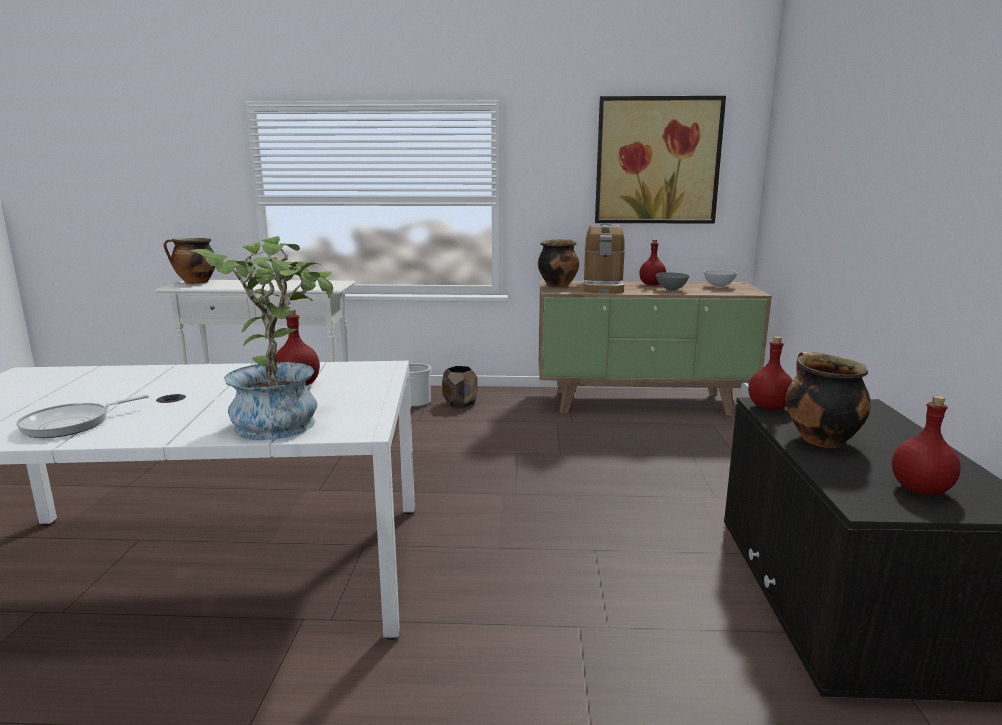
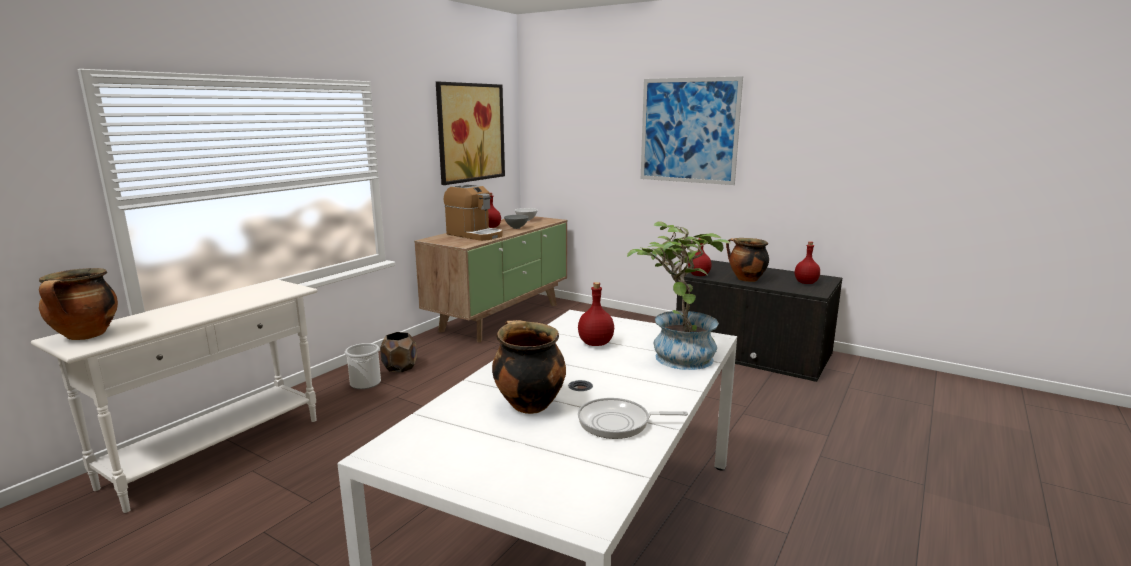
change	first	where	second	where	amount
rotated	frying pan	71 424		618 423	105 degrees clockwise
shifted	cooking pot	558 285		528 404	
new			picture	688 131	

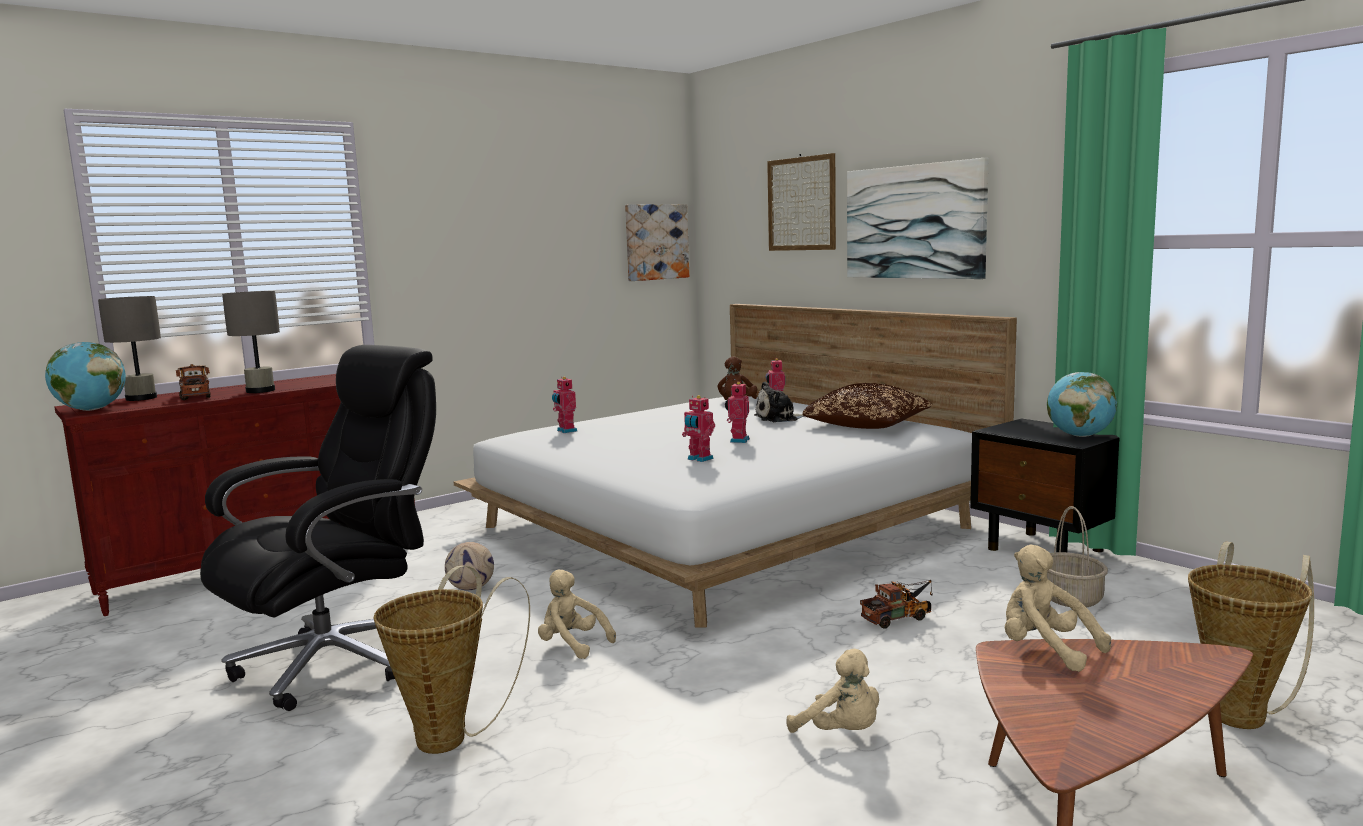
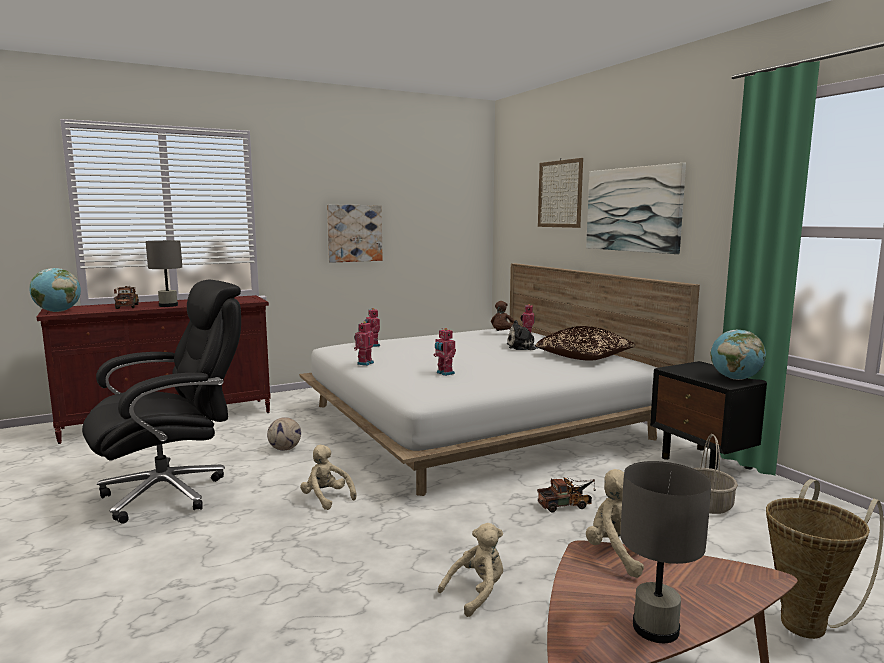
change	first	where	second	where	amount
shifted	table lamp (grey)	140 398		655 629	
gone	basket	451 736			
shifted	picture	656 242		354 233	
shifted	toy robot	738 440		364 363	
rotated	plush toy (beige)	841 733		477 593	90 degrees counterclockwise

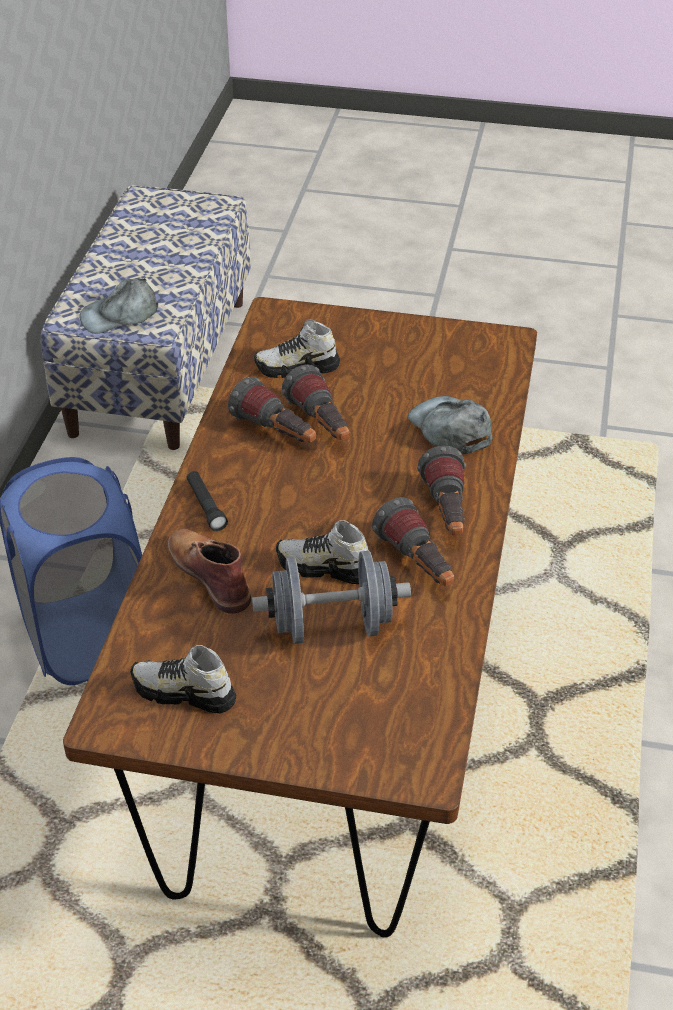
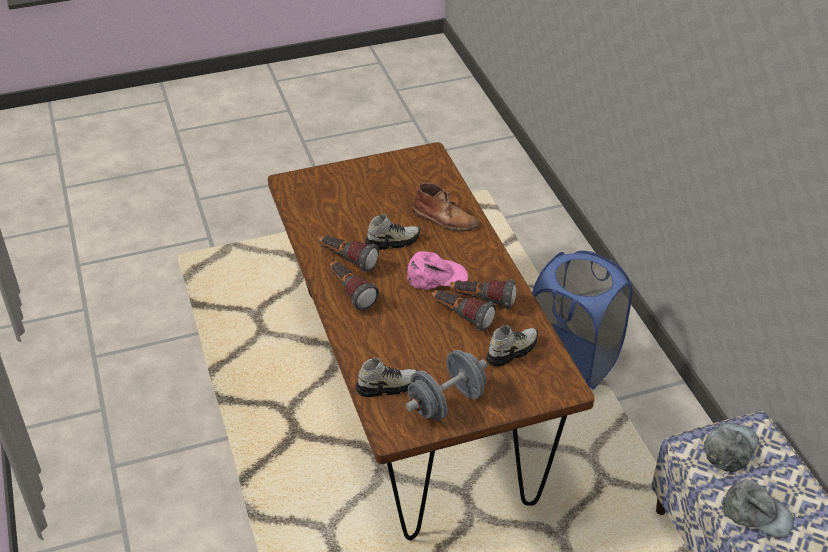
change	first	where	second	where	amount
shifted	shoe	184 693		387 386	
gone	flashlight (black)	206 506			
shifted	dumbbell (grey)	331 626		446 402	
shifted	cap (grey)	450 428		756 513	
new			cap (pink)	436 276	

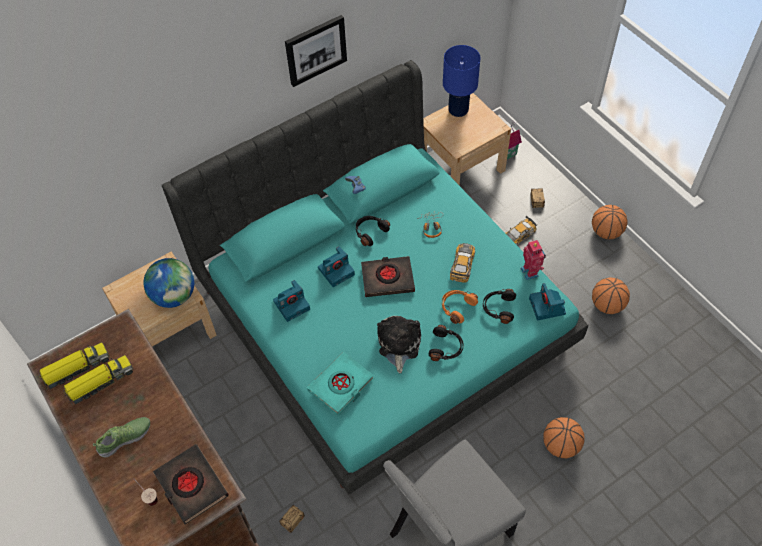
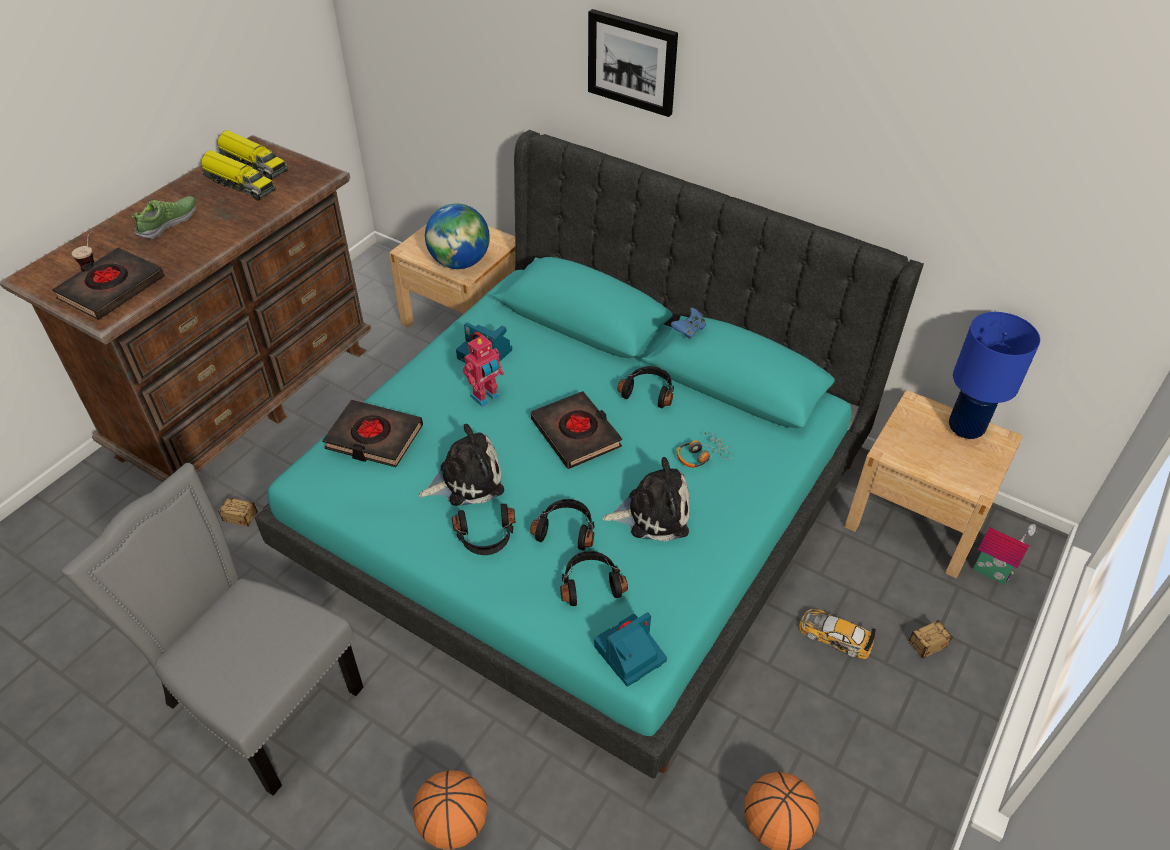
change	first	where	second	where	amount
rotated	shoe	125 438		169 223	90 degrees counterclockwise
shifted	picture	315 50		632 62	
repainted	book (turquoise)	341 385	book (black)	374 438	
gone	photo camera	336 270			
repainted	headphones (orange)	457 307	headphones (black)	566 530	
swapped	toy car	462 264	plush toy	653 513	
shifted	toy robot	530 272		486 397	
gone	basketball	606 232			

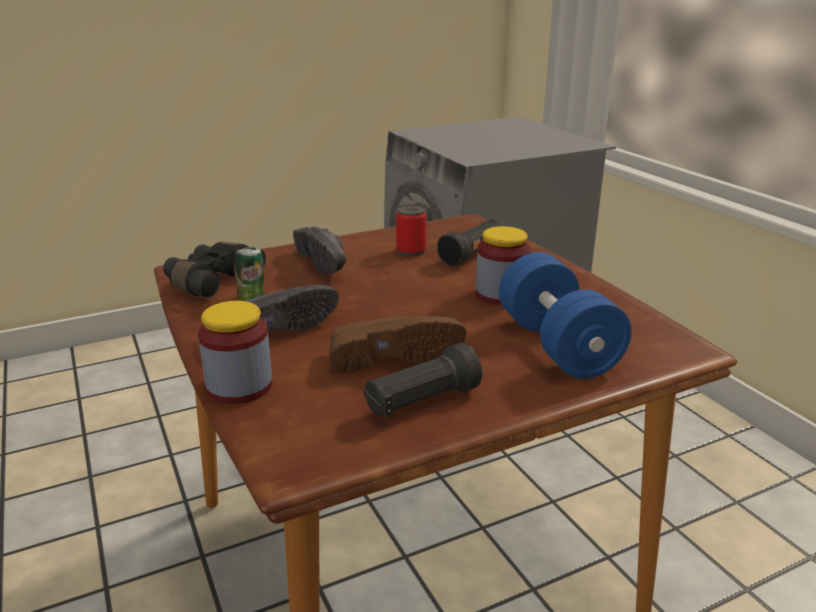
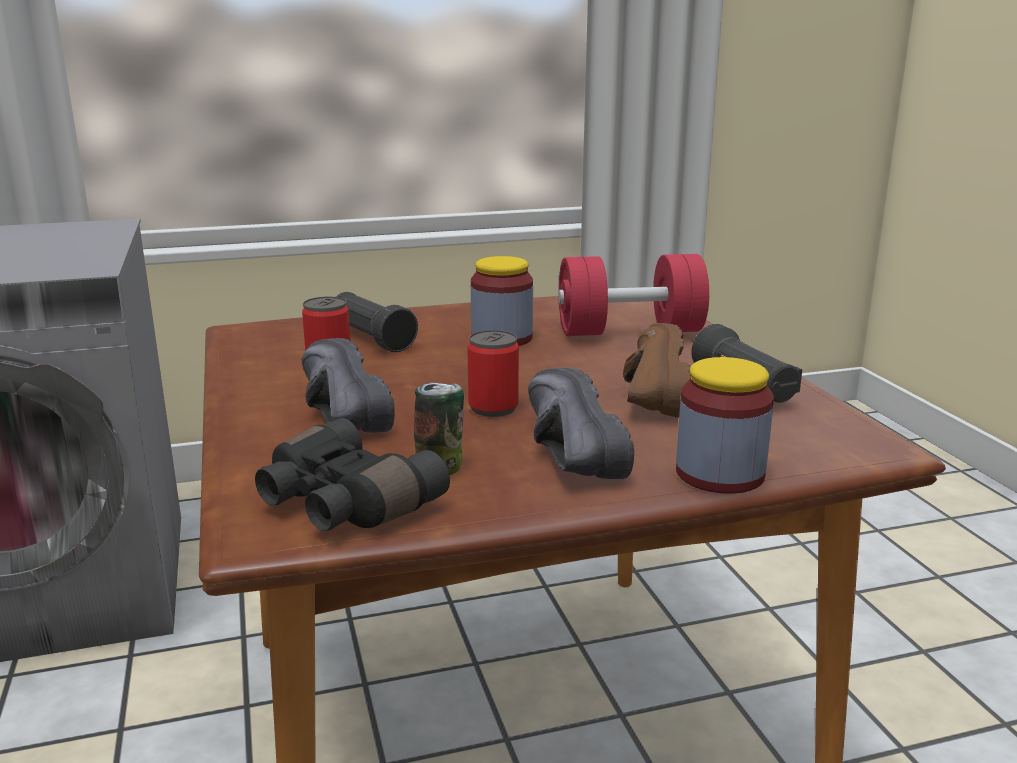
change	first	where	second	where	amount
rotated	shoe (black)	328 263		333 415	105 degrees counterclockwise
repainted	dumbbell (blue)	557 345	dumbbell (red)	629 332	
new			can	493 408	

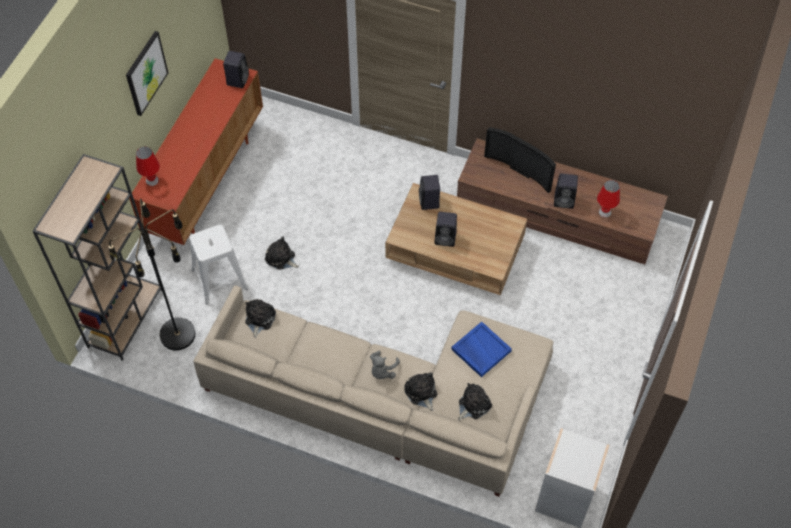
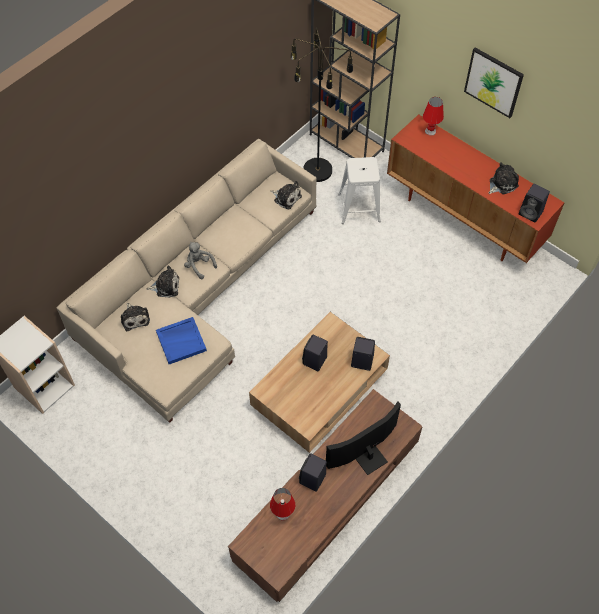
change	first	where	second	where	amount
shifted	plush toy	281 258		502 184	

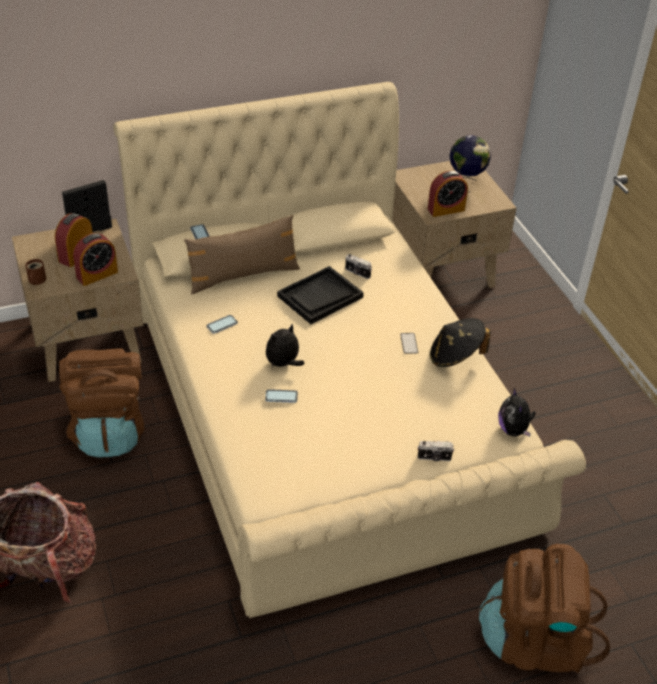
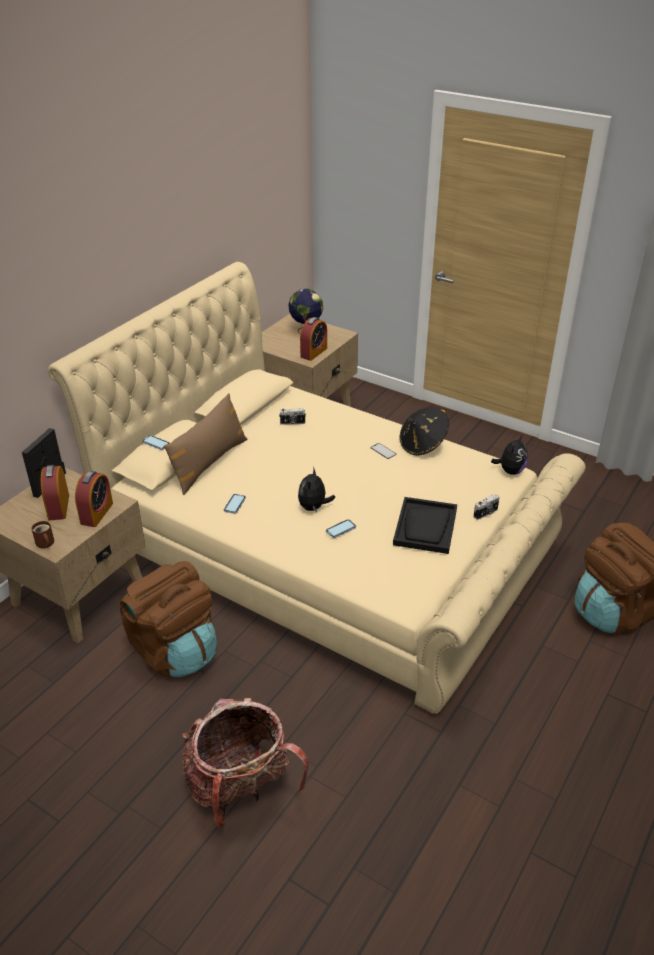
change	first	where	second	where	amount
shifted	tray (black)	320 297		425 527	
rotated	plush toy	513 430		510 471	105 degrees counterclockwise

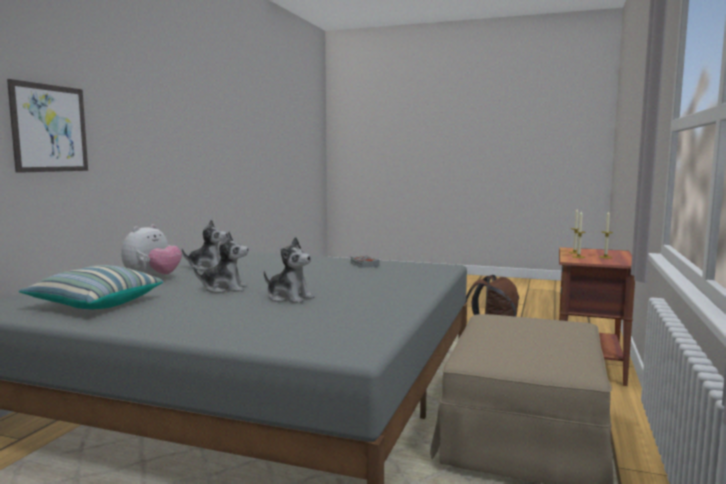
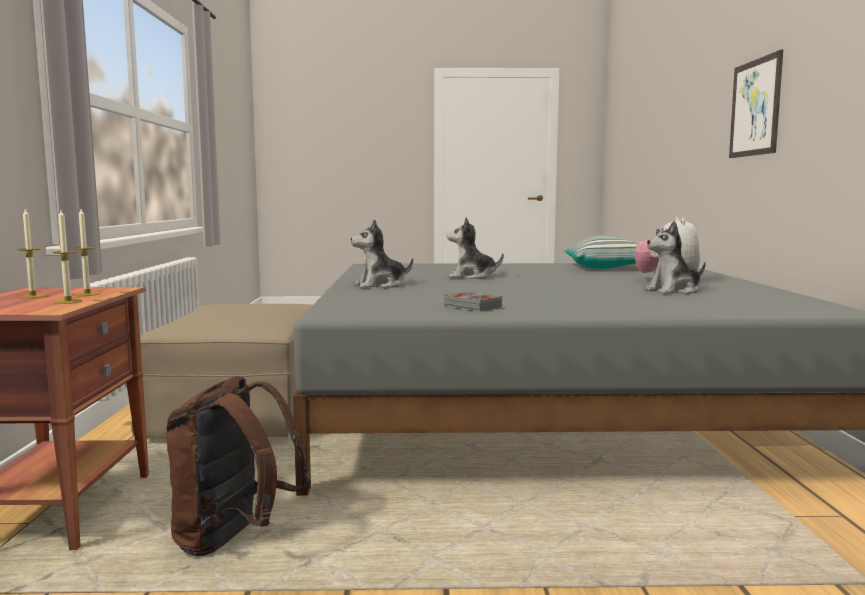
change	first	where	second	where	amount
shifted	plush toy	224 289		380 285	

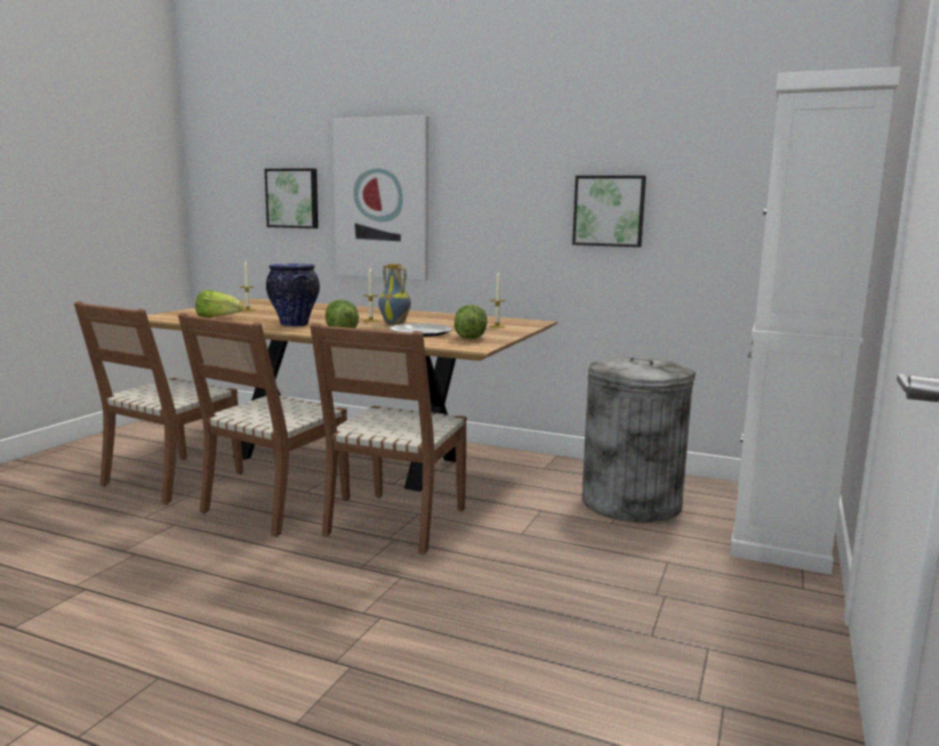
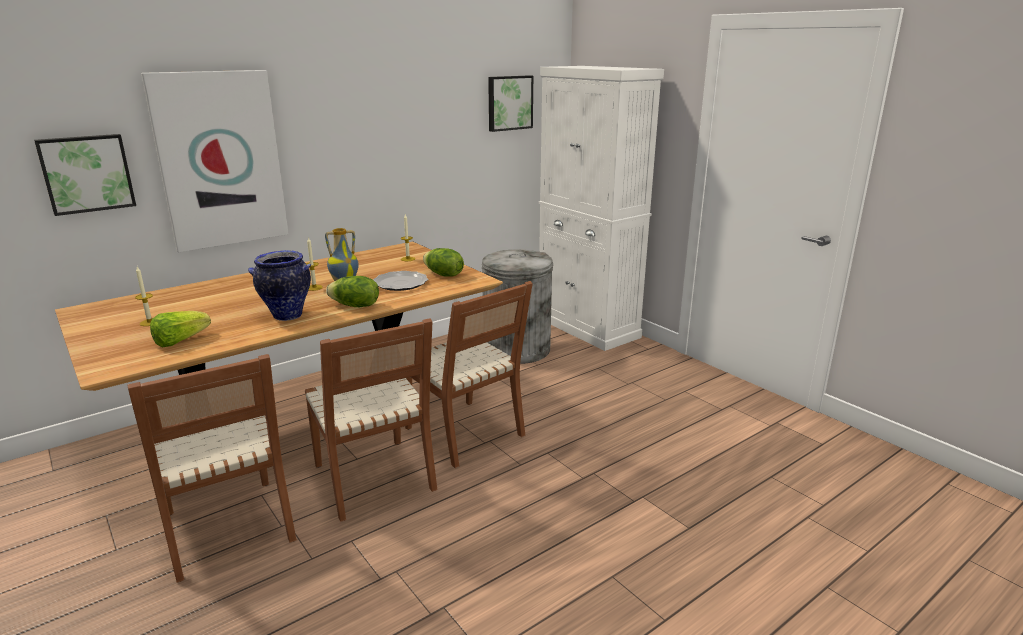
change	first	where	second	where	amount
shifted	picture	609 211		509 103	

